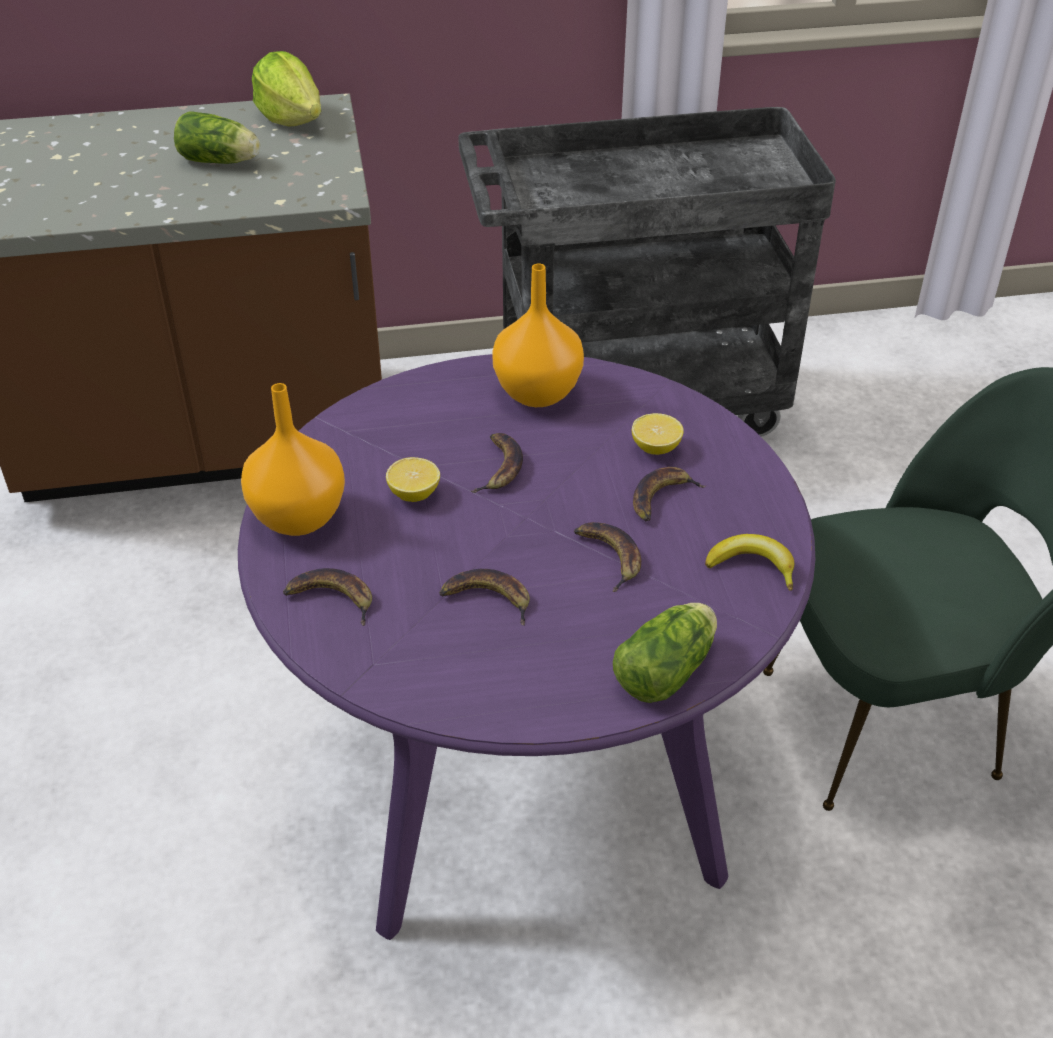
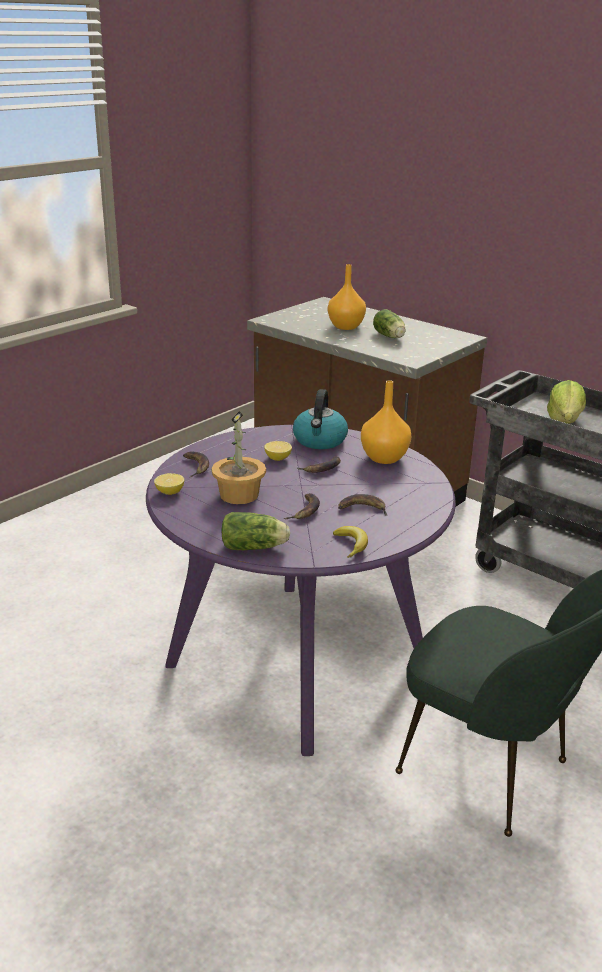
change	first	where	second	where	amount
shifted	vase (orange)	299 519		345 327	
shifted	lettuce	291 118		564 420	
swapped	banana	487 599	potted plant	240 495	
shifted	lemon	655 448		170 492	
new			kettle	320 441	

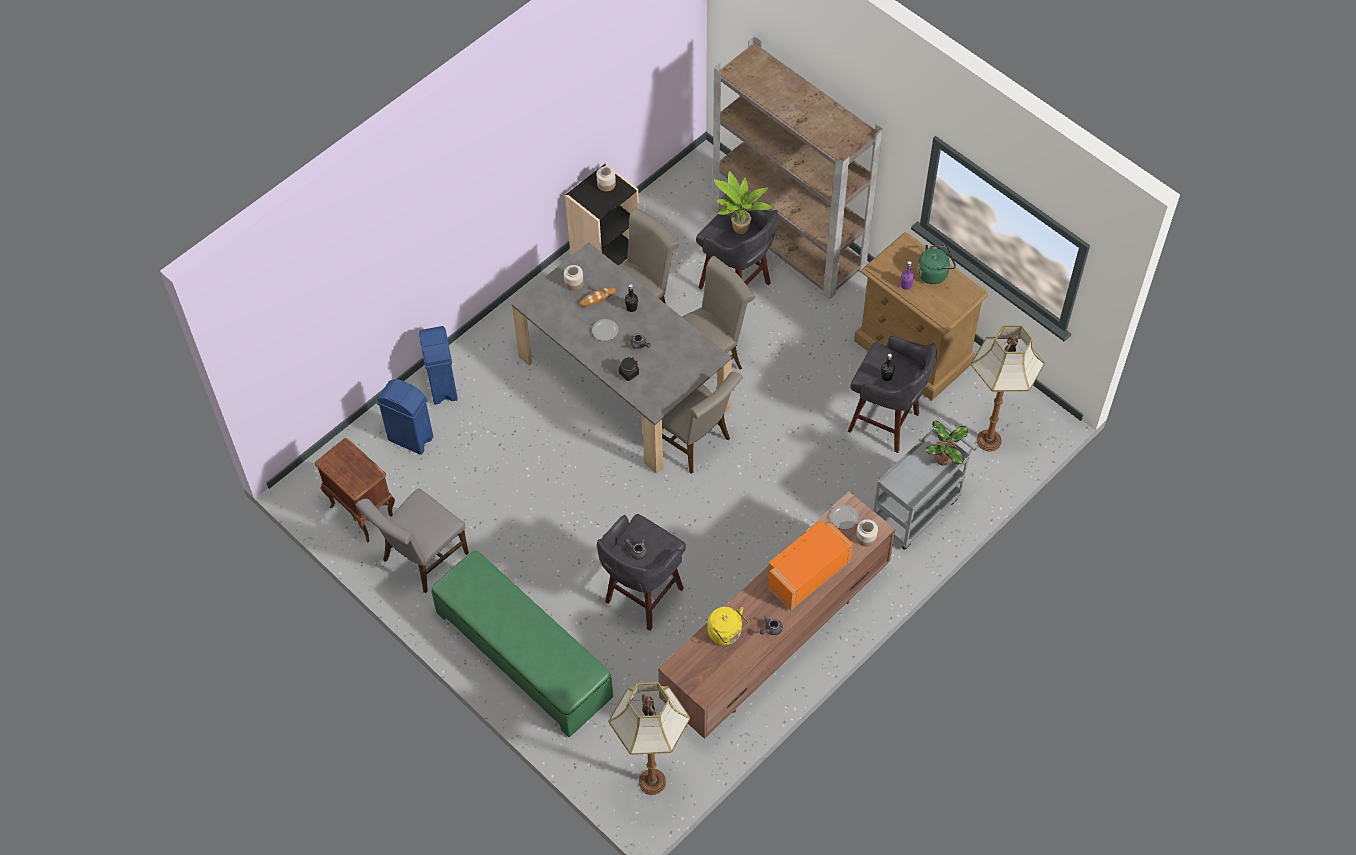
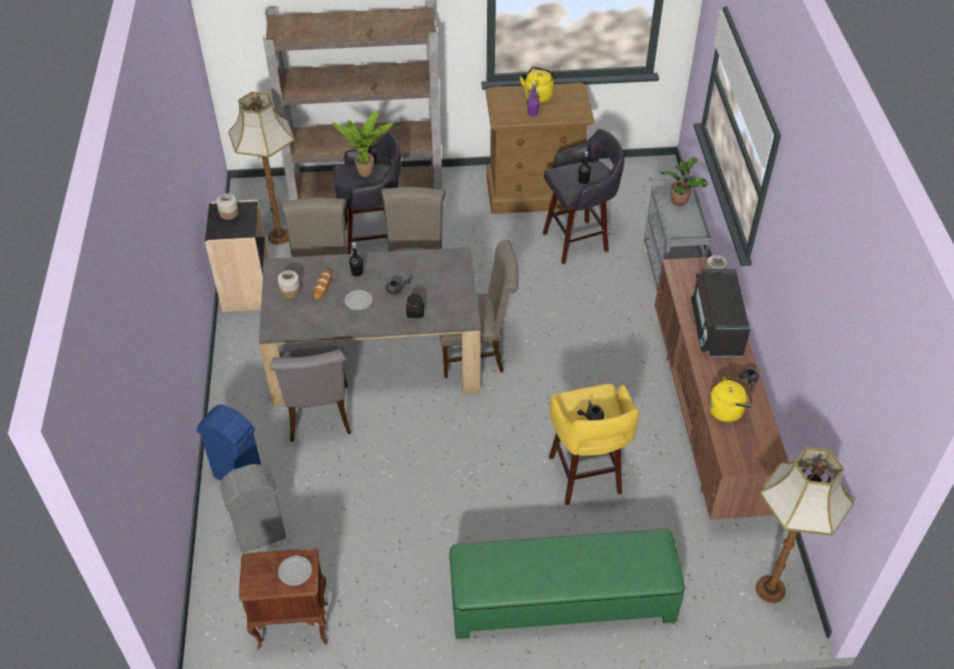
change	first	where	second	where	amount
shifted	chair (grey)	421 559		319 417	
repainted	trash can (blue)	410 438	trash can (grey)	260 535	
repainted	stool (grey)	642 598	stool (yellow)	585 478	
repainted	microwave (orange)	807 574	microwave (black)	716 327	
shifted	plate	844 518		295 571	
repainted	kettle (green)	934 273	kettle (yellow)	538 95	
shifted	floor lamp	990 441		280 236	

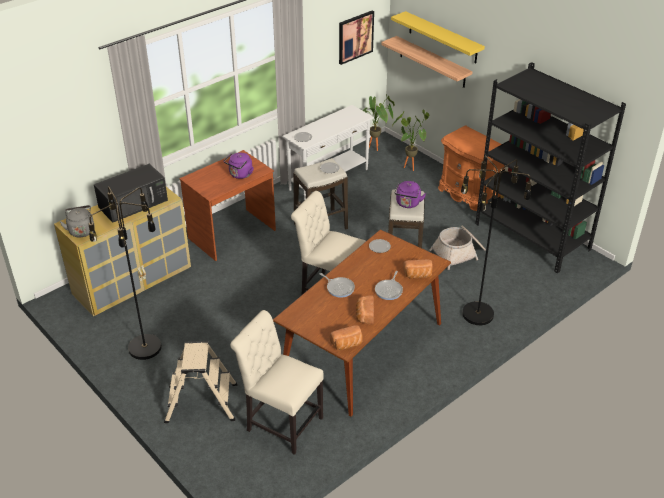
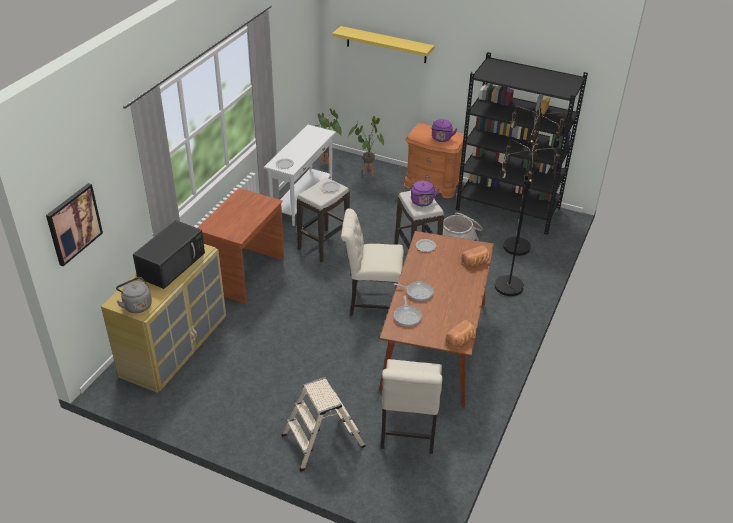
change	first	where	second	where	amount
shifted	floor lamp	145 348		517 247	
shifted	kettle (purple)	240 175		441 139	
rotated	chair (beige)	281 422		407 433	90 degrees counterclockwise
shifted	picture	355 37		74 224	
gone	bread	364 315			
shifted	frying pan	389 290		407 316	
gone	shelf	432 62			

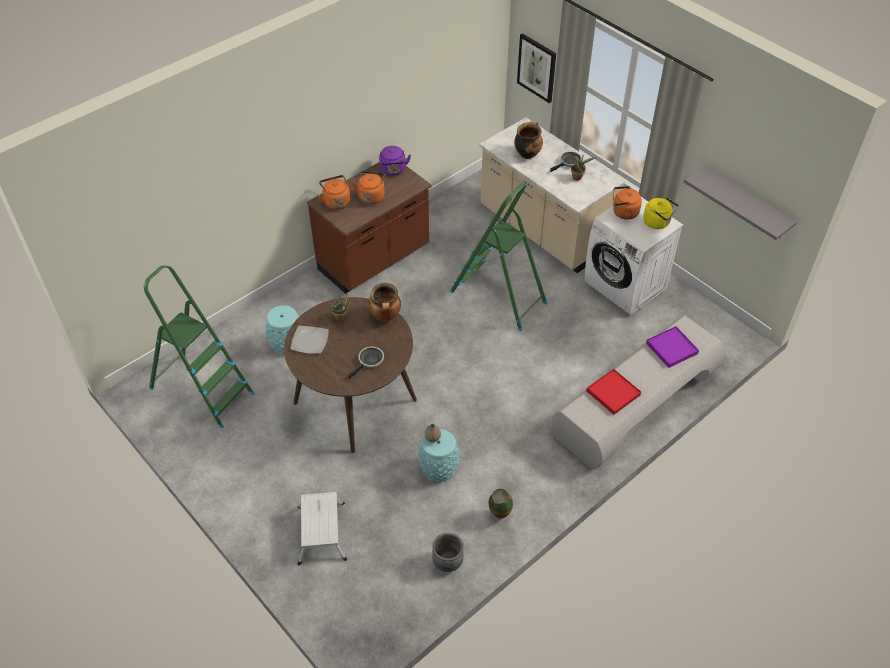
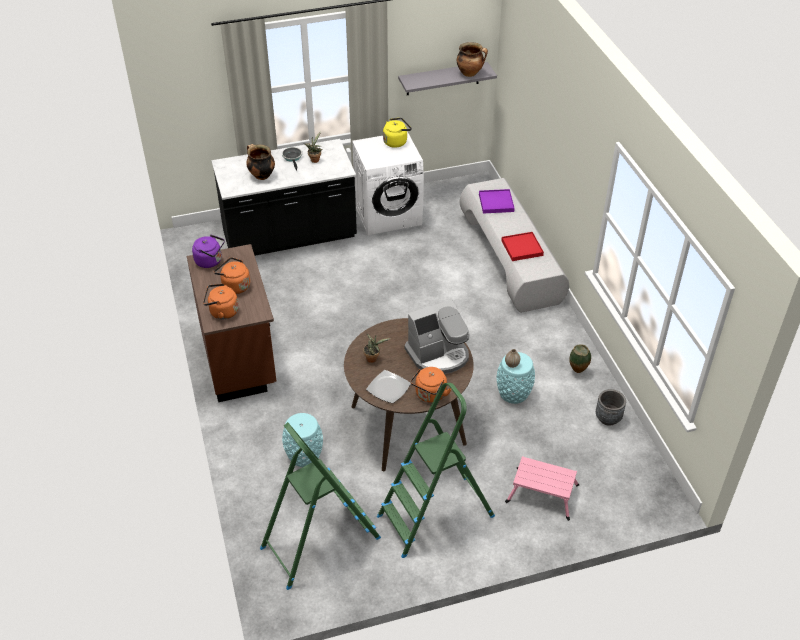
change	first	where	second	where	amount
repainted	step ladder (white)	321 532	step ladder (pink)	542 493	
swapped	frying pan	370 361	coffee machine	438 355	
shifted	cooking pot	385 317		470 73	
shifted	step ladder (green)	497 297		435 516	
repainted	counter (beige)	543 230	counter (black)	289 237	
gone	picture	537 68			
shifted	kettle (orange)	623 213		430 395	

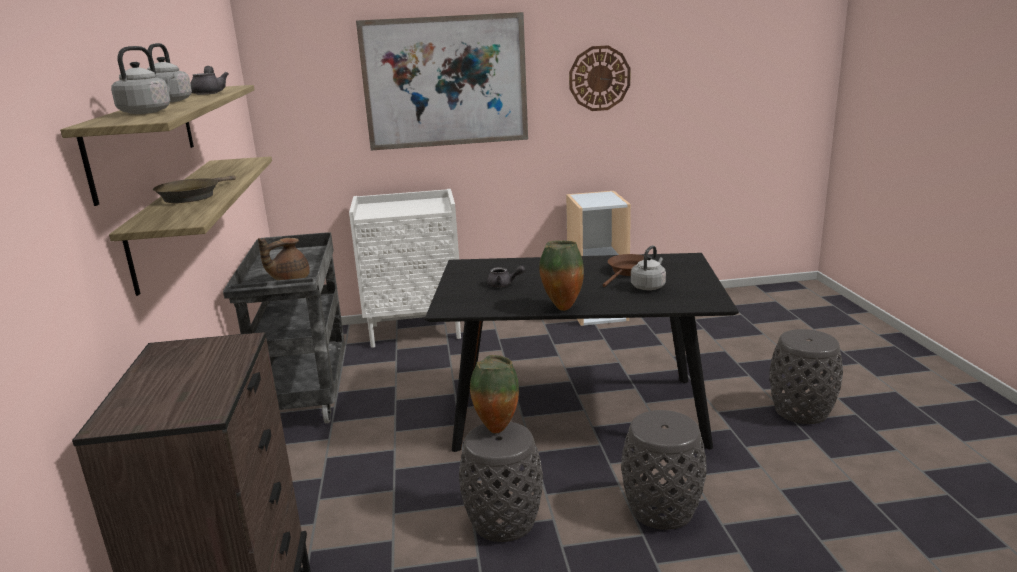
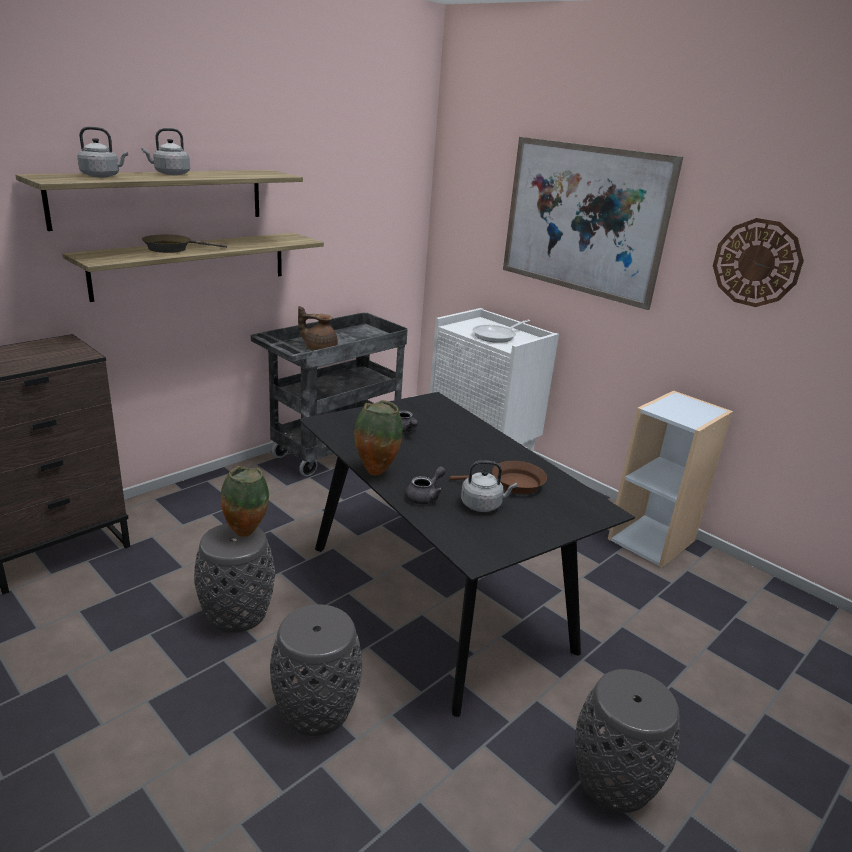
change	first	where	second	where	amount
shifted	teapot (grey)	209 93		425 496	
new			frying pan	497 336	

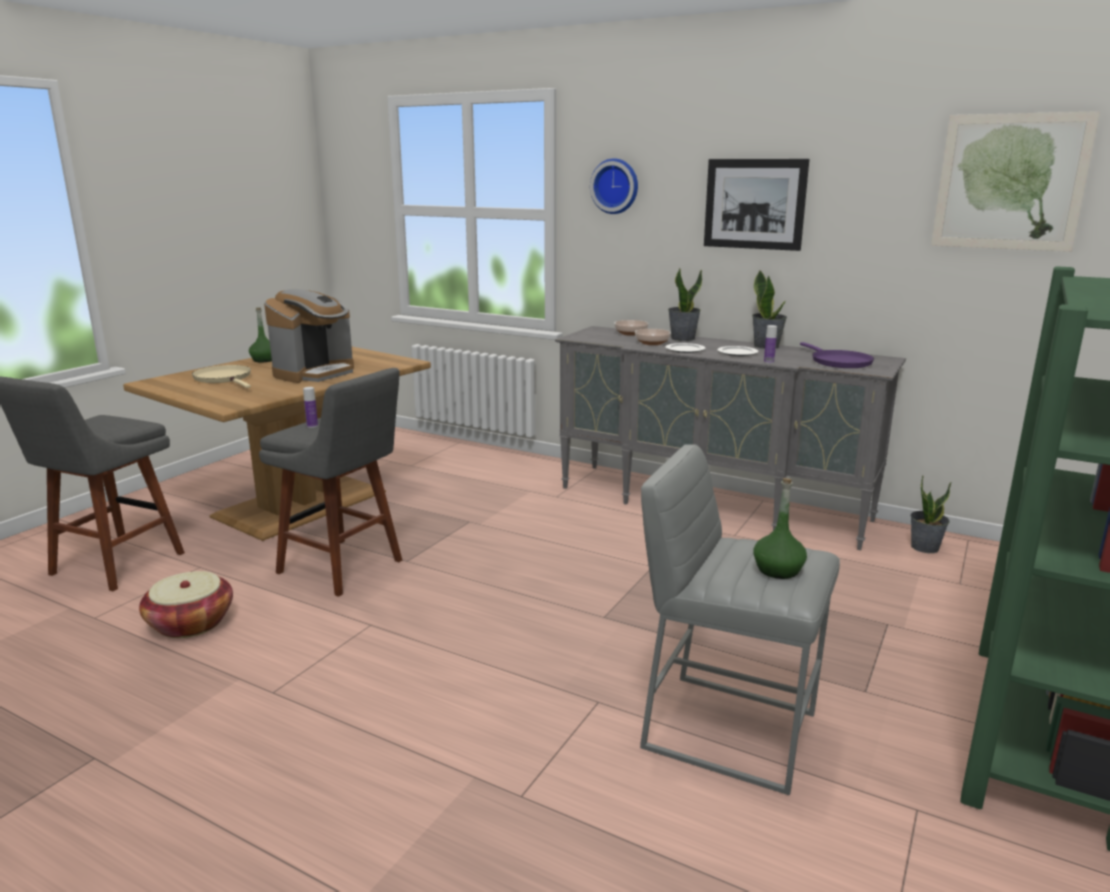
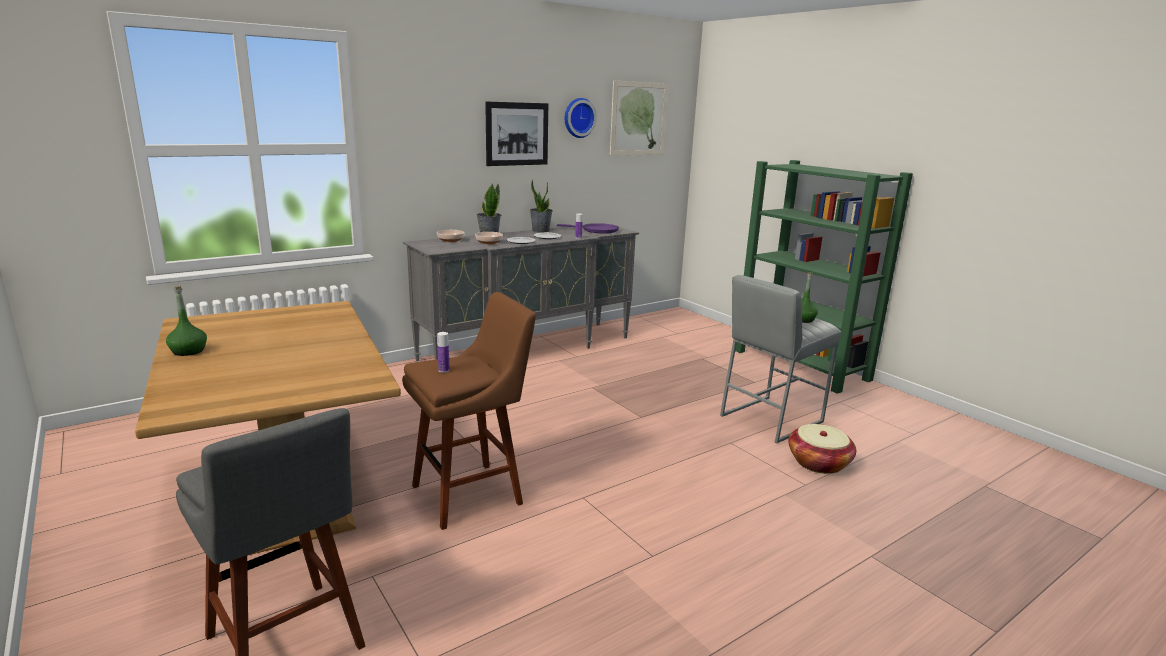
change	first	where	second	where	amount
shifted	basket	190 623		818 463	
gone	frying pan (beige)	224 378			
repainted	stool (grey)	344 568	stool (brown)	472 493	
gone	coffee machine	315 373			
shifted	wall clock	615 186		578 117	
gone	potted plant	924 547			

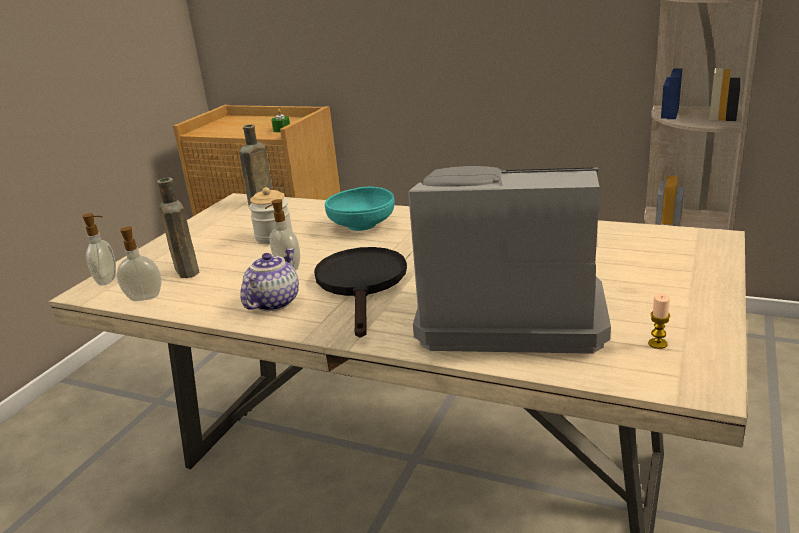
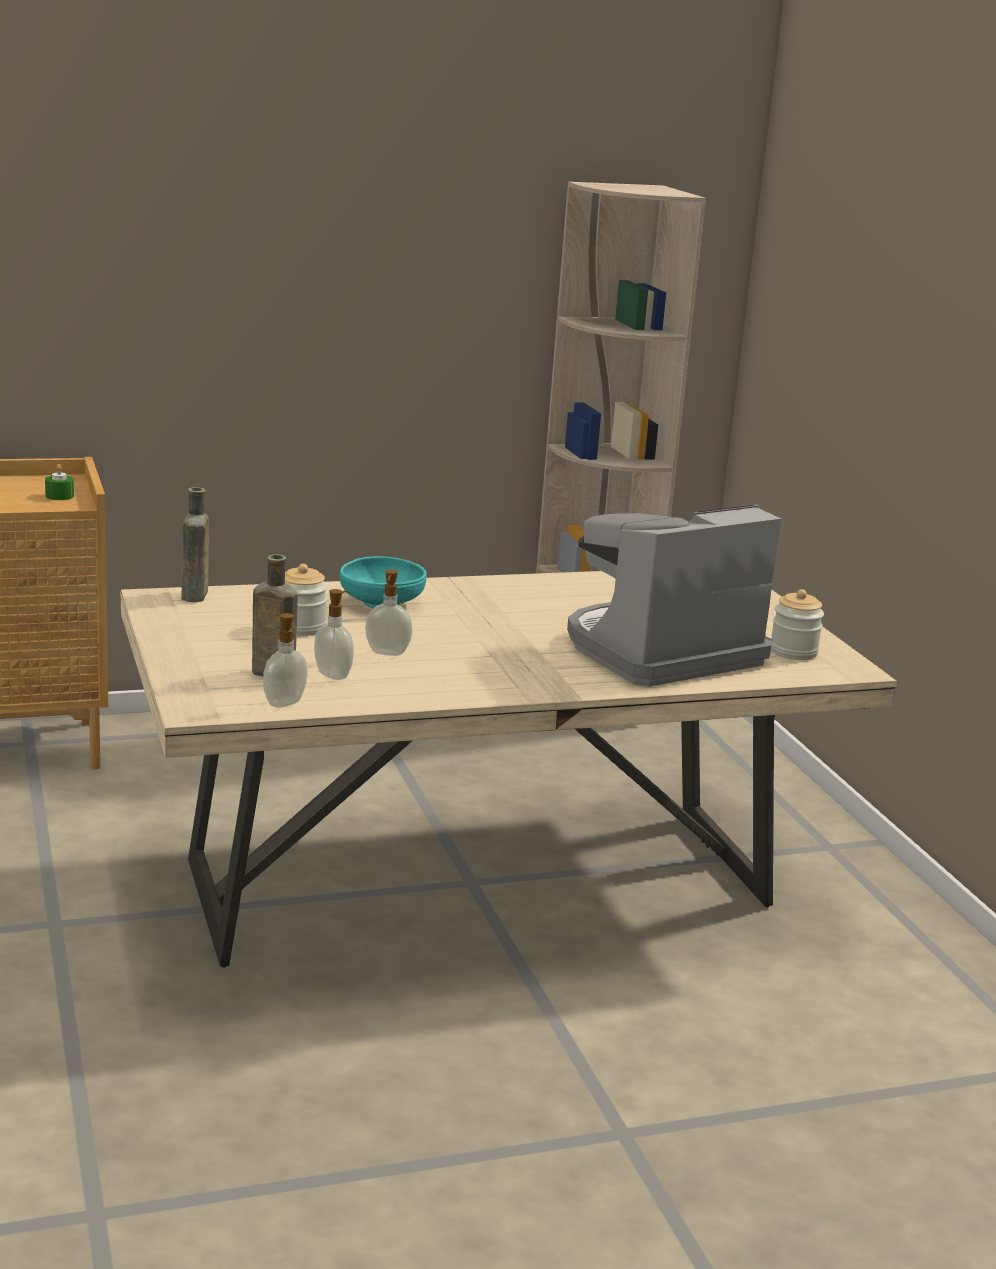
change	first	where	second	where	amount
shifted	soap dispenser	108 280		334 675	
gone	teapot	273 302			
gone	frying pan (black)	362 284			
swapped	candle	657 344	jar	793 652	

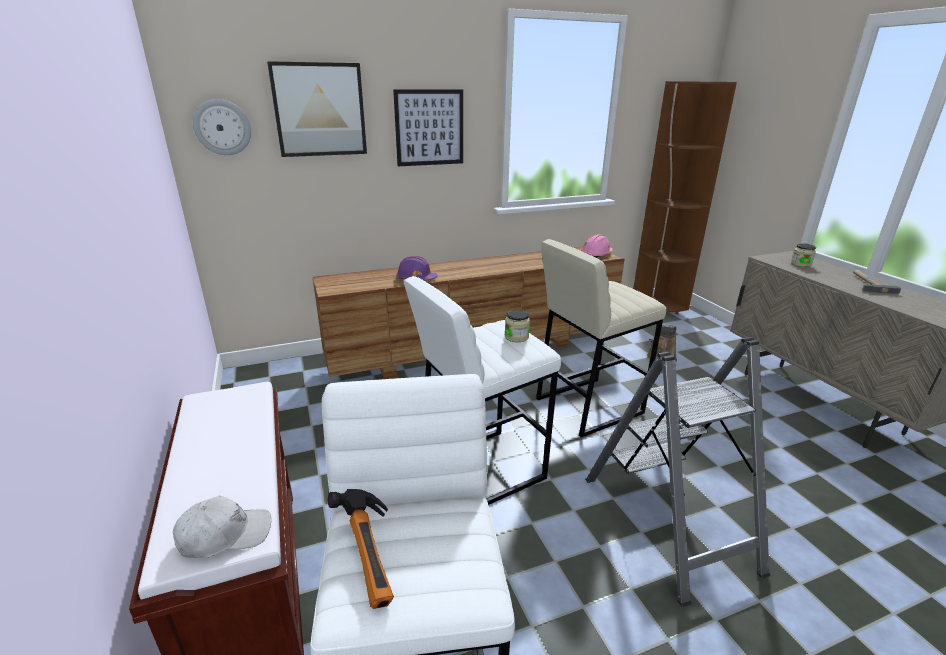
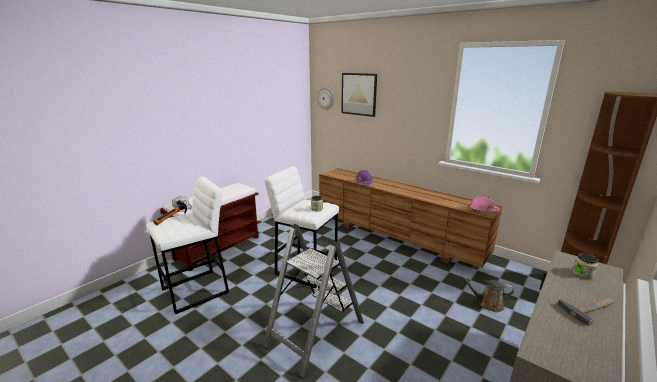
change	first	where	second	where	amount
gone	picture	429 128			
gone	stool (beige)	587 406			

